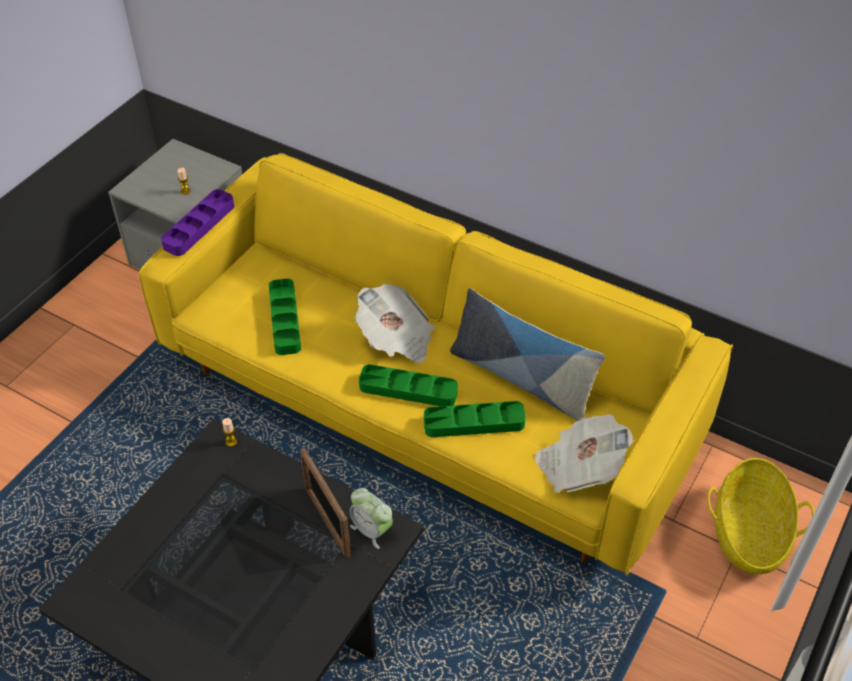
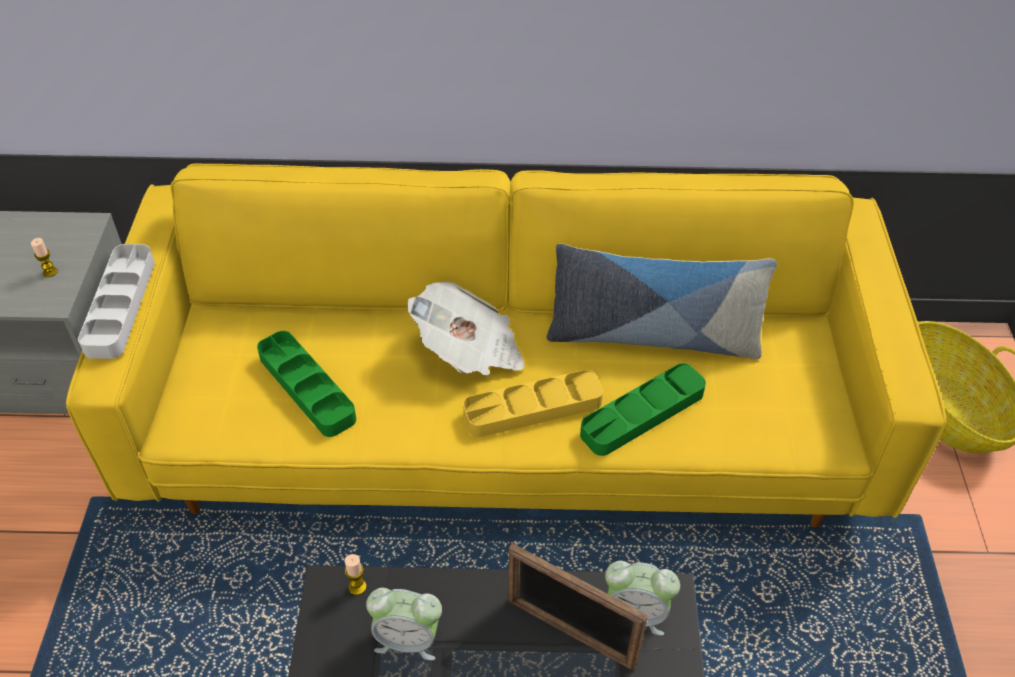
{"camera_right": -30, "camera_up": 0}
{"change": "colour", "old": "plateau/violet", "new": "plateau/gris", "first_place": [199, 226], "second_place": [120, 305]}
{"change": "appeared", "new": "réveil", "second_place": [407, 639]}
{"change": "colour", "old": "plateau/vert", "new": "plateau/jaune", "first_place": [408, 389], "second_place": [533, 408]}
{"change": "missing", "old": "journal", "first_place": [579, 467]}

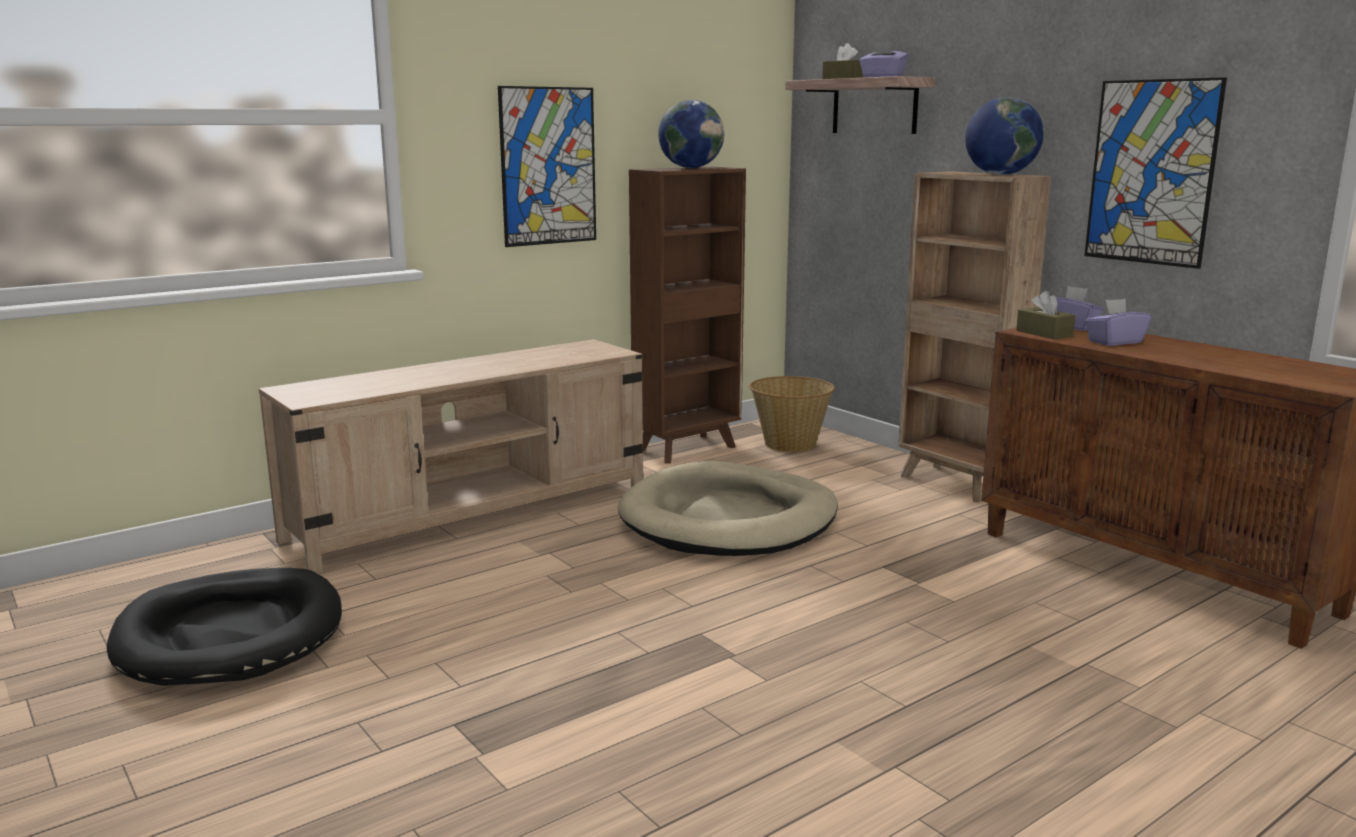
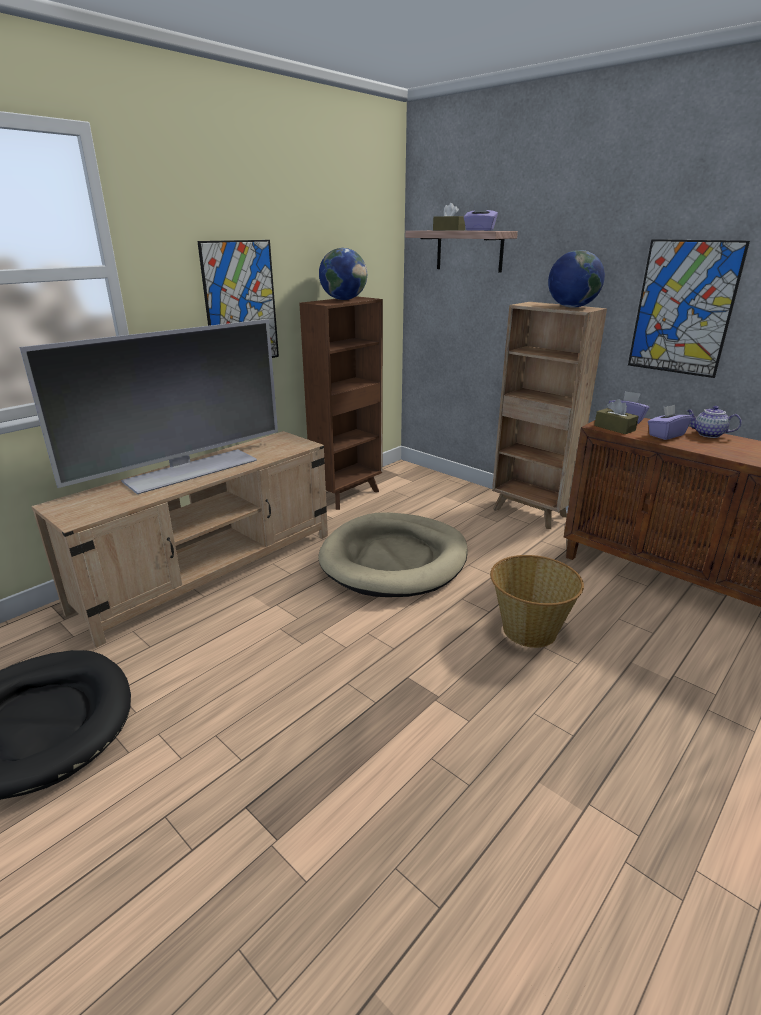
{"camera_right": -10, "camera_up": 10}
{"change": "appeared", "new": "téléviseur", "second_place": [190, 470]}
{"change": "relocated", "old": "panier", "first_place": [790, 444], "second_place": [529, 629]}
{"change": "appeared", "new": "théière", "second_place": [708, 434]}

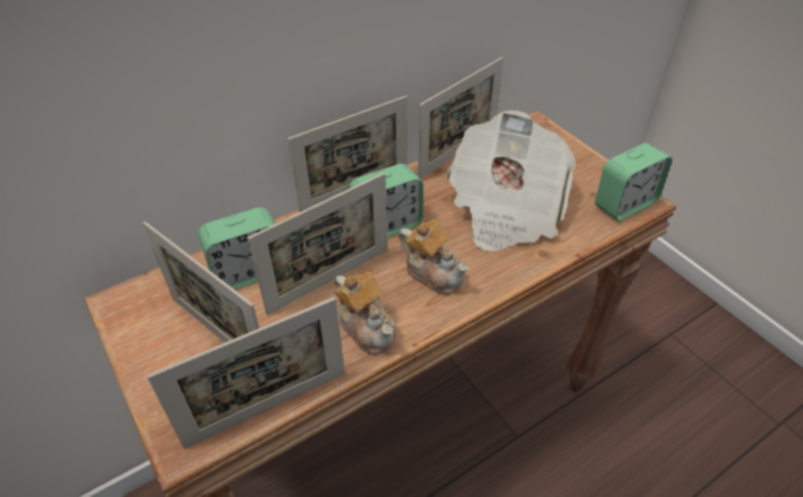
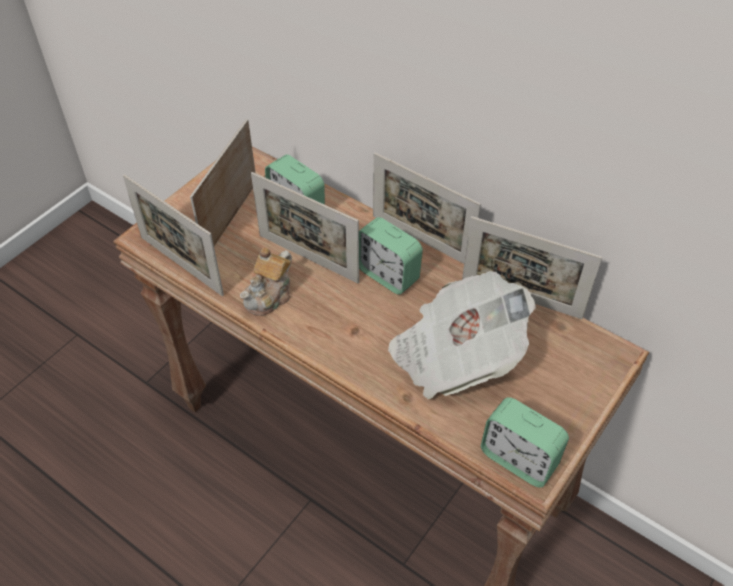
{"camera_right": 70, "camera_up": 5}
{"change": "missing", "old": "théière", "first_place": [433, 273]}

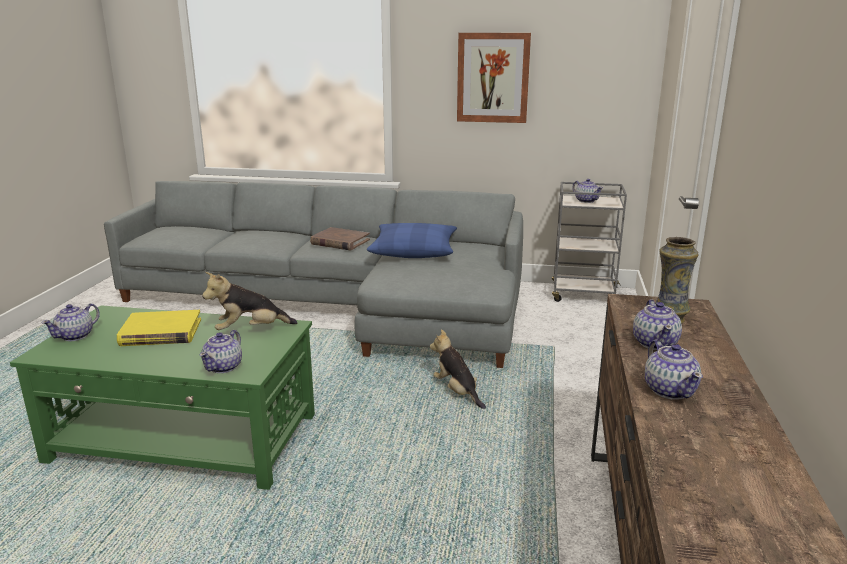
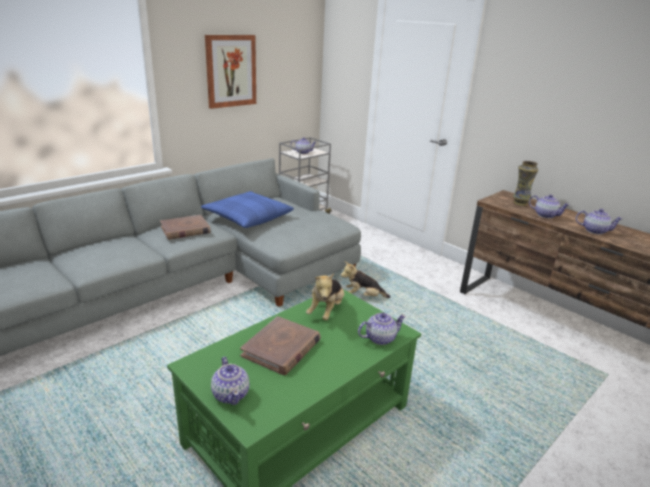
{"camera_right": -55, "camera_up": 5}
{"change": "colour", "old": "livre/jaune", "new": "livre/marron", "first_place": [161, 332], "second_place": [281, 348]}
{"change": "spun", "old": "théière", "first_place": [224, 367], "second_place": [379, 338], "degrees": -75}

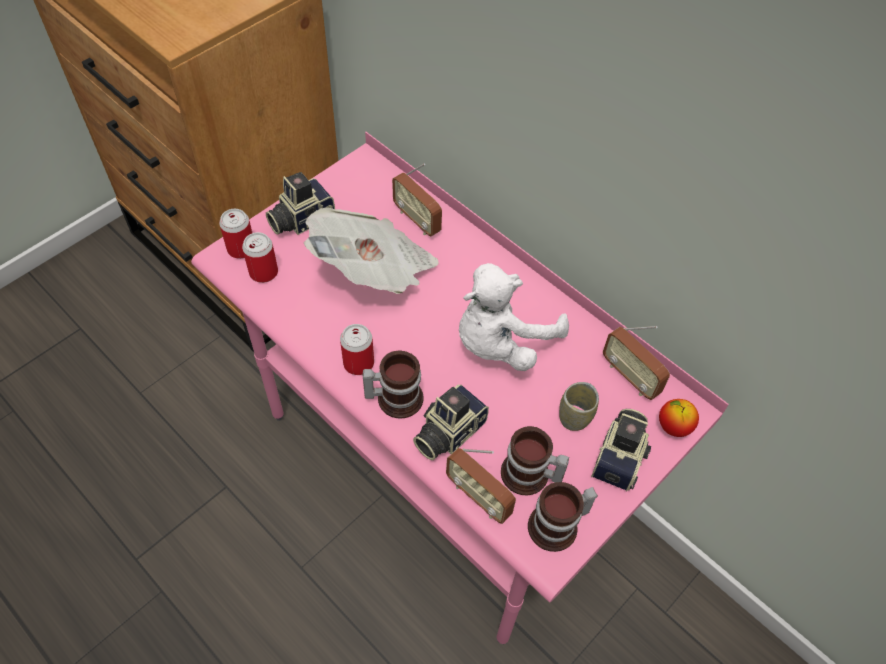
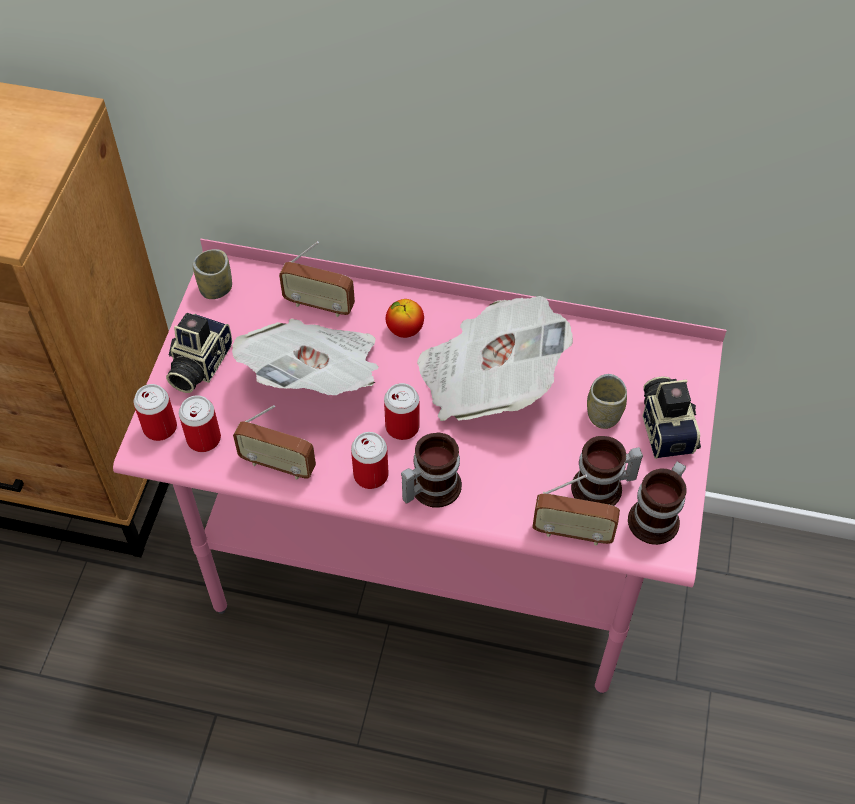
{"camera_right": -30, "camera_up": 0}
{"change": "appeared", "new": "tasse", "second_place": [216, 288]}
{"change": "relocated", "old": "radio", "first_place": [630, 377], "second_place": [278, 465]}
{"change": "appeared", "new": "boîte métallique", "second_place": [402, 426]}
{"change": "relocated", "old": "pomme", "first_place": [673, 426], "second_place": [405, 330]}
{"change": "exchanged", "old": "peluche/blanc", "new": "journal", "first_place": [501, 341], "second_place": [488, 381]}
{"change": "missing", "old": "appareil photo", "first_place": [447, 432]}

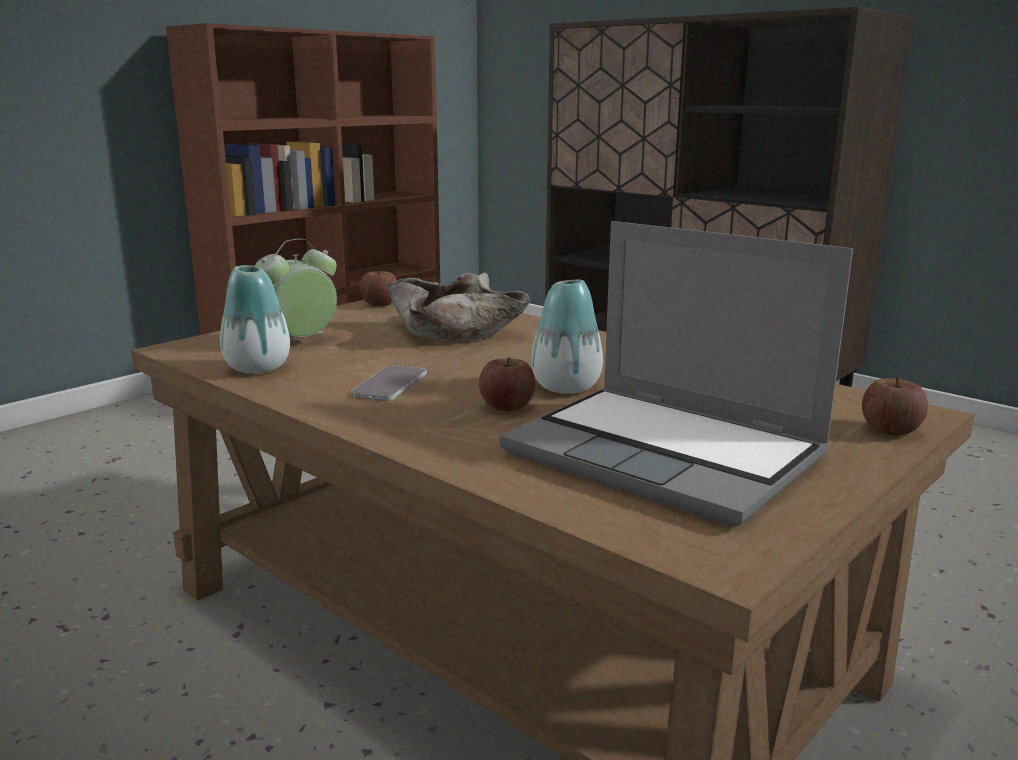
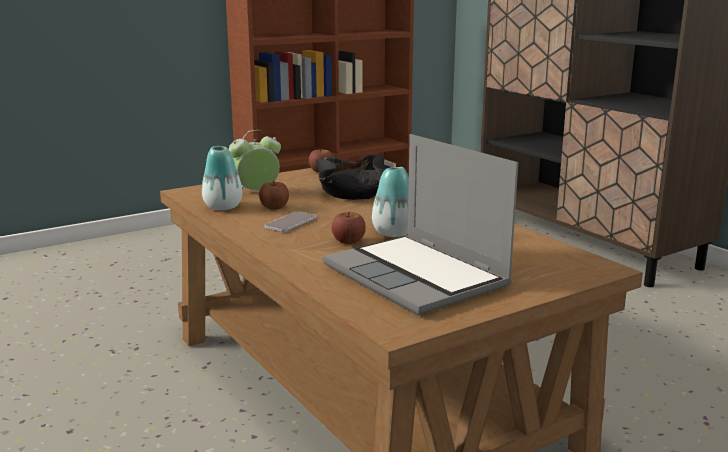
{"camera_right": 15, "camera_up": 0}
{"change": "relocated", "old": "pomme", "first_place": [890, 430], "second_place": [274, 207]}
{"change": "colour", "old": "bol/beige", "new": "bol/noir", "first_place": [457, 331], "second_place": [356, 192]}

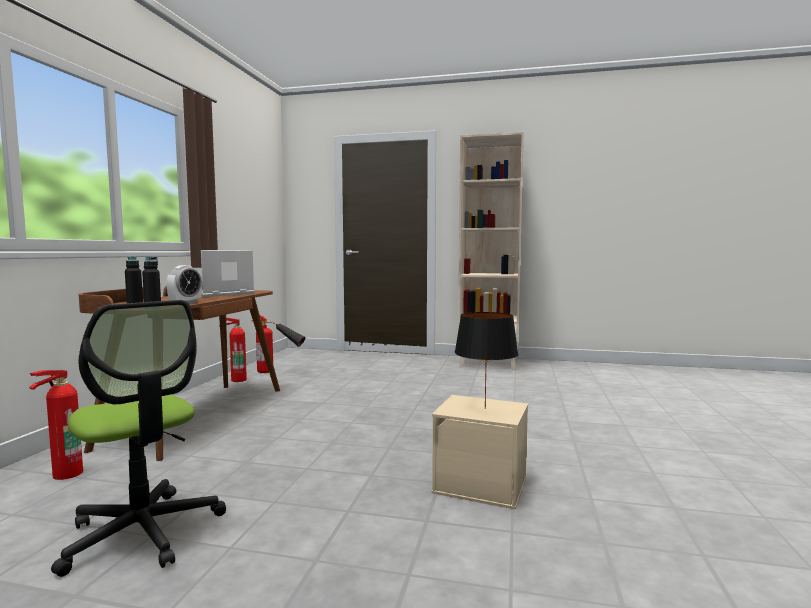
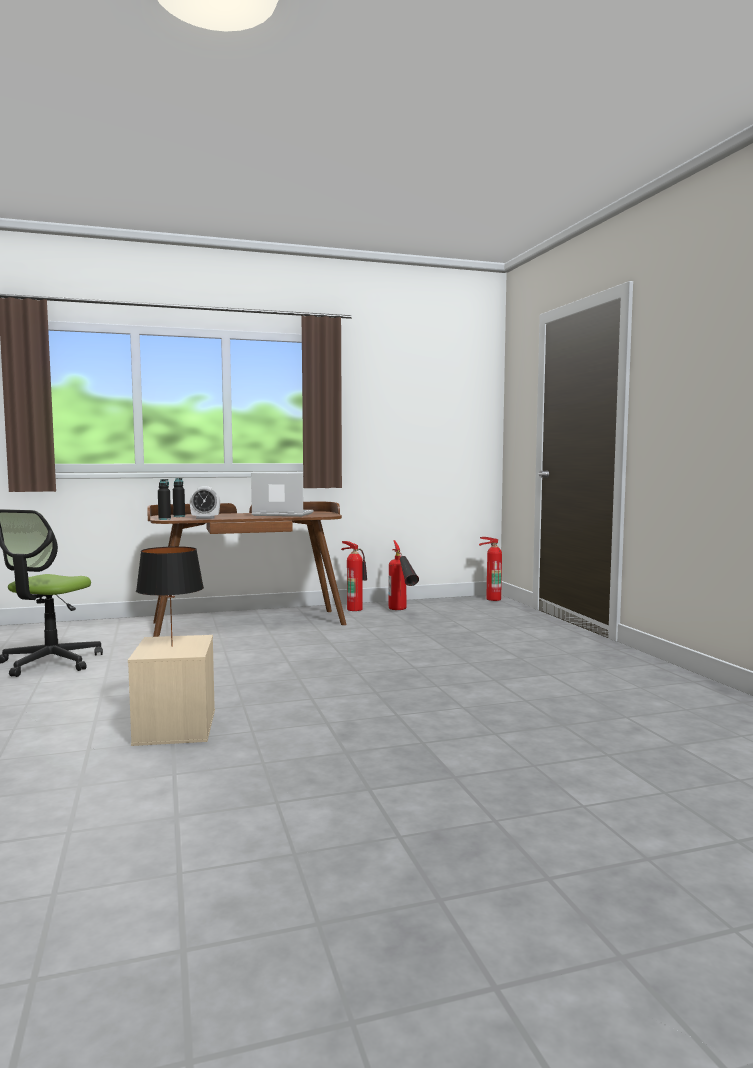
{"camera_right": 60, "camera_up": 0}
{"change": "relocated", "old": "extincteur", "first_place": [64, 474], "second_place": [492, 599]}
{"change": "missing", "old": "bibliothèque/beige", "first_place": [489, 363]}

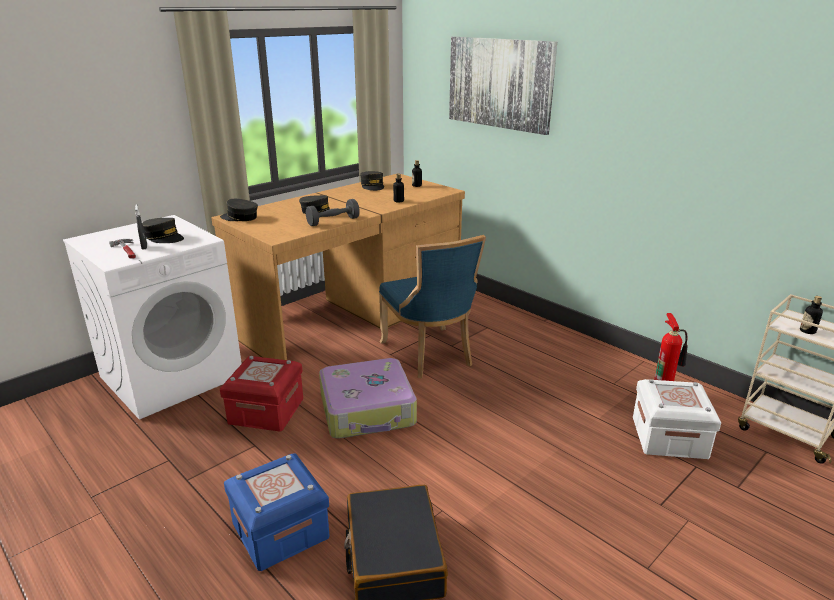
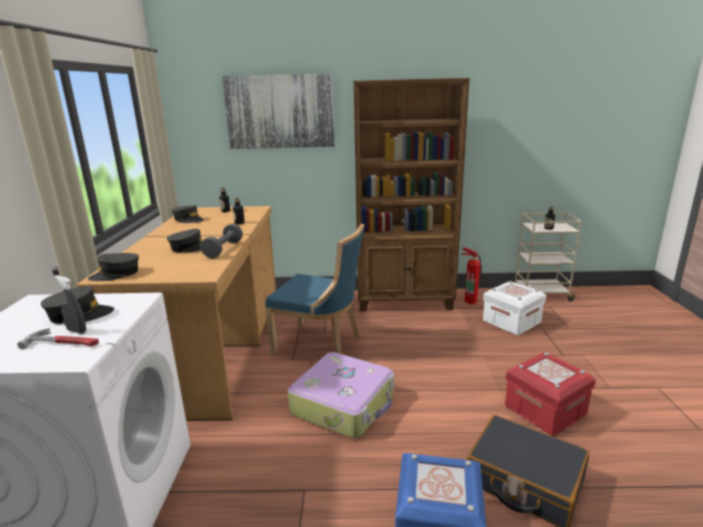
{"camera_right": -45, "camera_up": -5}
{"change": "appeared", "new": "bibliothèque/marron", "second_place": [405, 301]}
{"change": "relocated", "old": "boîte de rangement/rouge", "first_place": [266, 411], "second_place": [545, 410]}

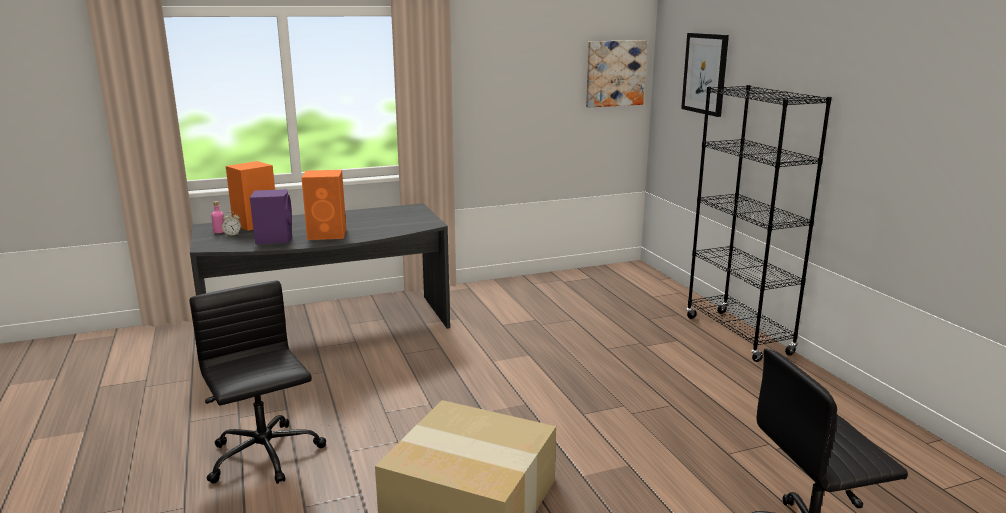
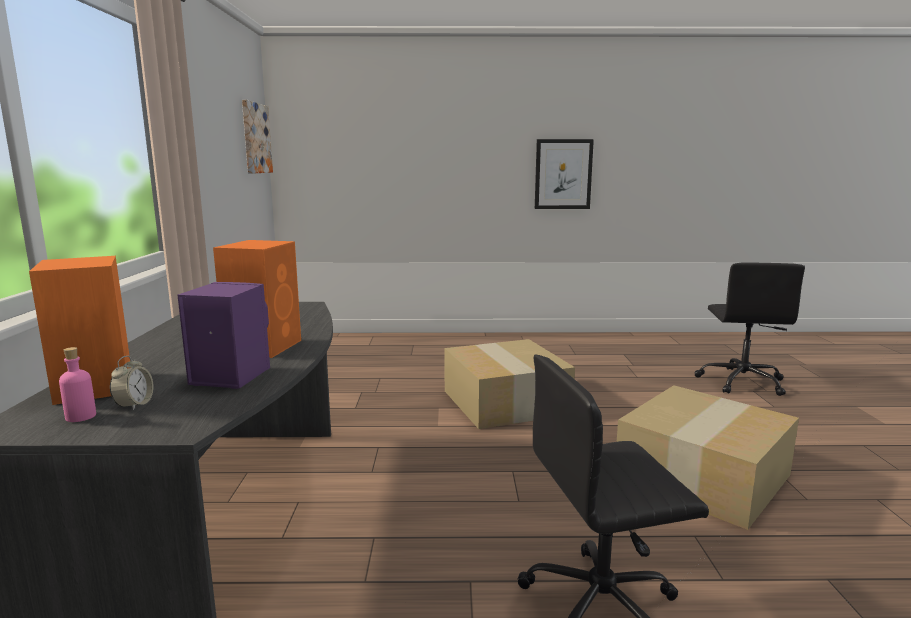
{"camera_right": -70, "camera_up": -5}
{"change": "appeared", "new": "carton", "second_place": [503, 401]}
{"change": "relocated", "old": "tableau", "first_place": [705, 73], "second_place": [563, 174]}
{"change": "missing", "old": "bibliothèque/noir", "first_place": [738, 336]}

